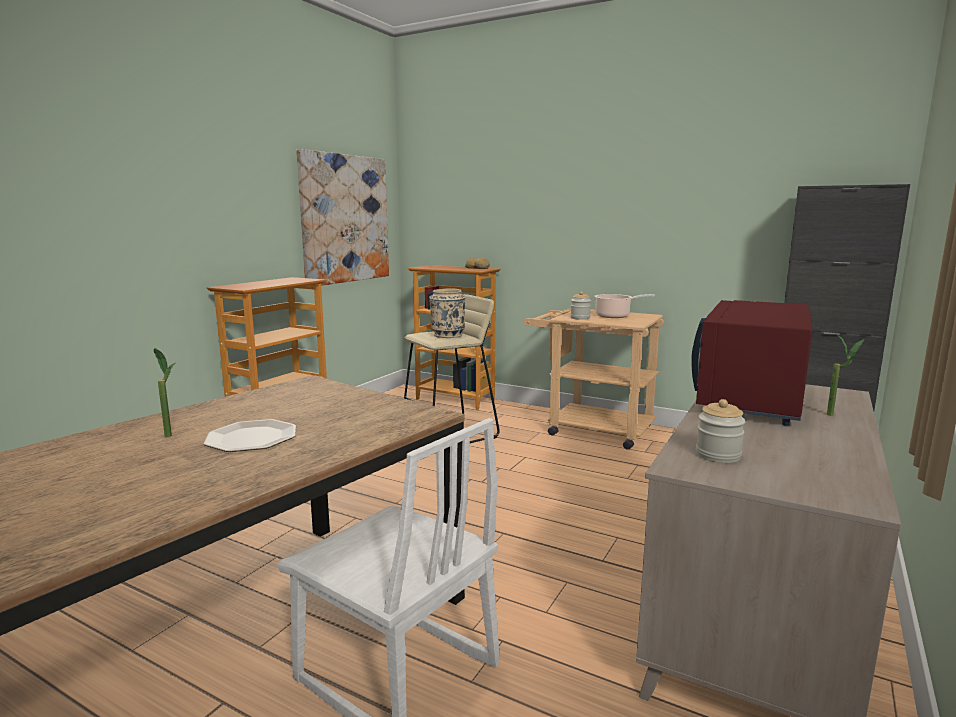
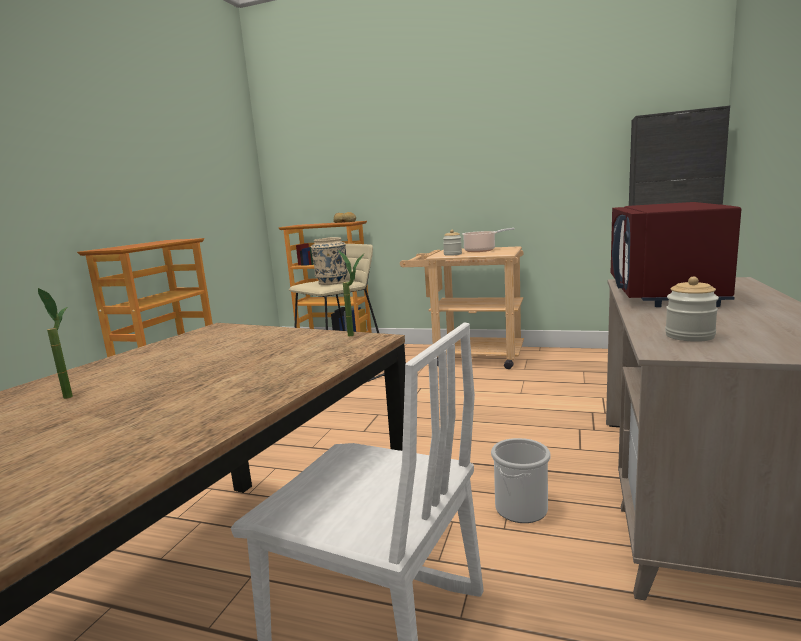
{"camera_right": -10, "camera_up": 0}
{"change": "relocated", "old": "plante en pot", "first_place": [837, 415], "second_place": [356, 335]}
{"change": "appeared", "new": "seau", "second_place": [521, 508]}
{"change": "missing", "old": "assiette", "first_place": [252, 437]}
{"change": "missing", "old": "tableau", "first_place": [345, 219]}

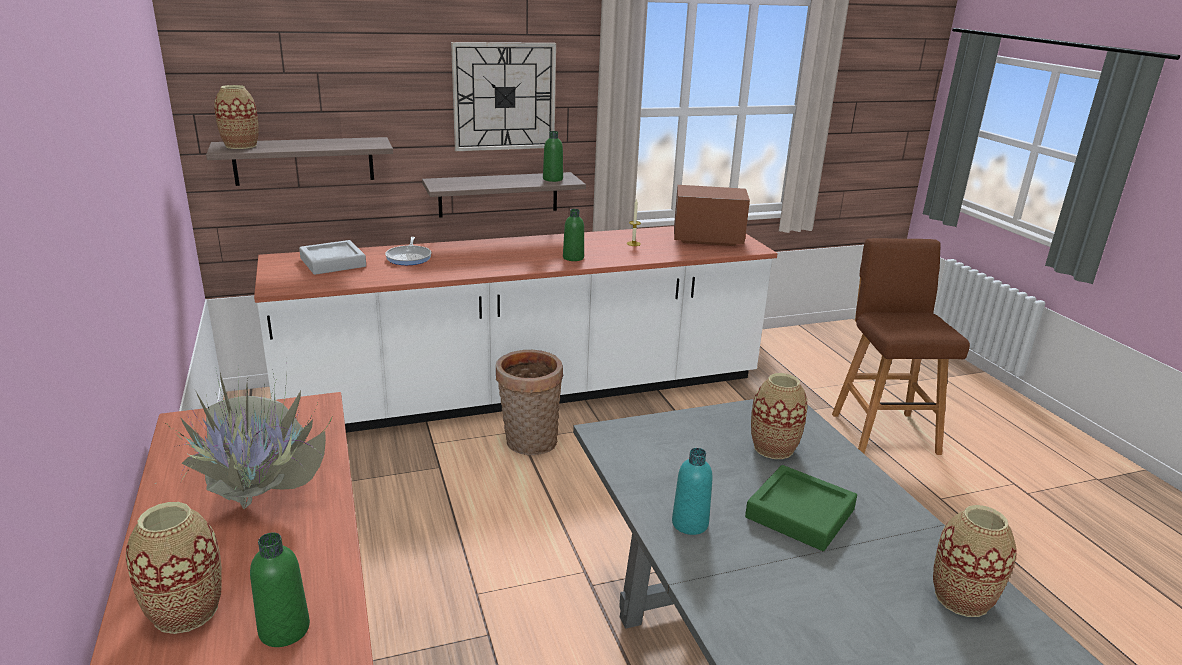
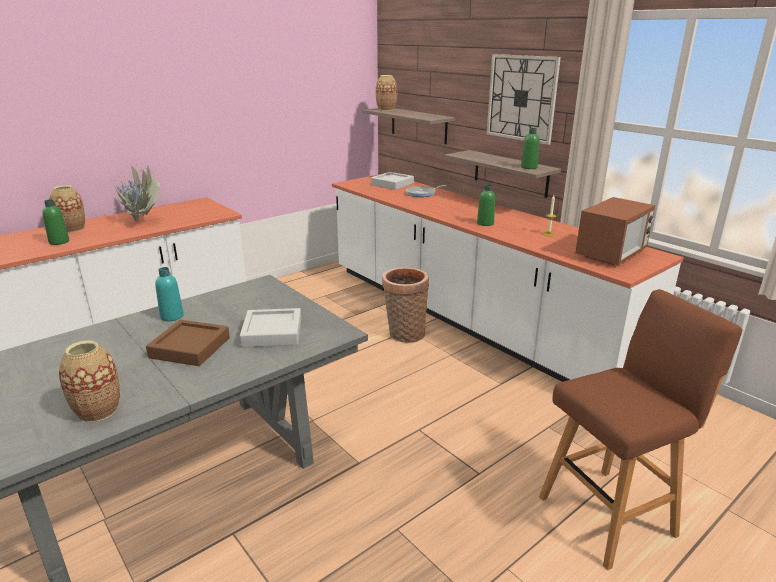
{"camera_right": 70, "camera_up": 0}
{"change": "colour", "old": "plateau/vert", "new": "plateau/marron", "first_place": [800, 514], "second_place": [190, 348]}
{"change": "exchanged", "old": "vase", "new": "plateau/gris", "first_place": [773, 448], "second_place": [272, 333]}
{"change": "spun", "old": "micro-ondes", "first_place": [707, 239], "second_place": [611, 254], "degrees": 60}

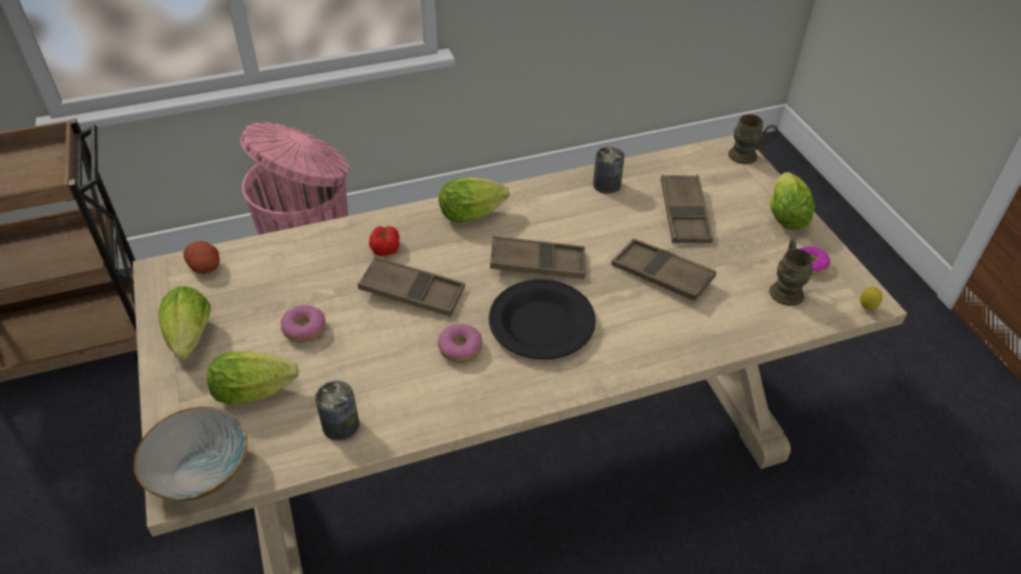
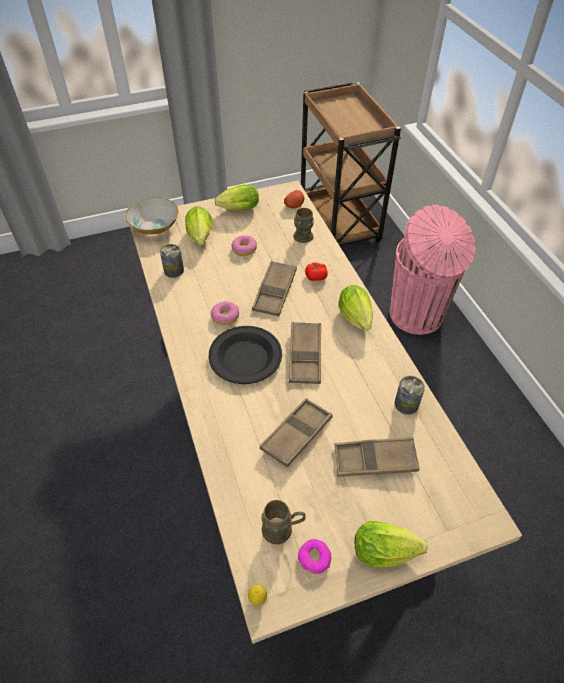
{"camera_right": 90, "camera_up": 5}
{"change": "relocated", "old": "mug/marron", "first_place": [748, 156], "second_place": [302, 238]}

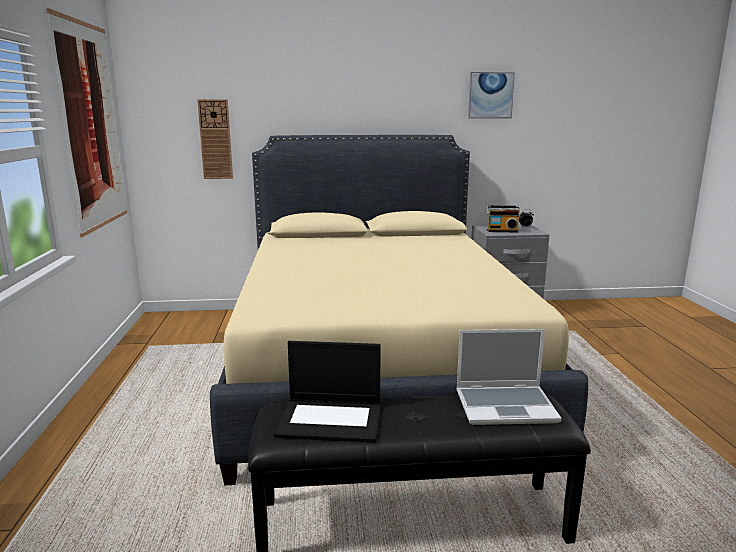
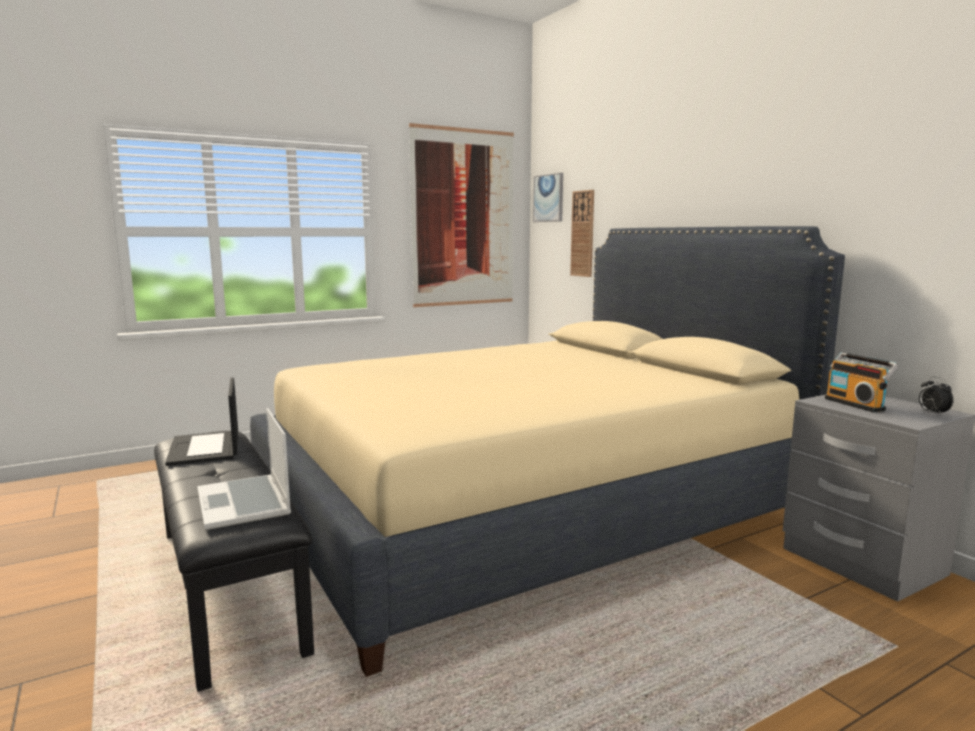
{"camera_right": 65, "camera_up": -5}
{"change": "relocated", "old": "tableau", "first_place": [490, 95], "second_place": [549, 198]}

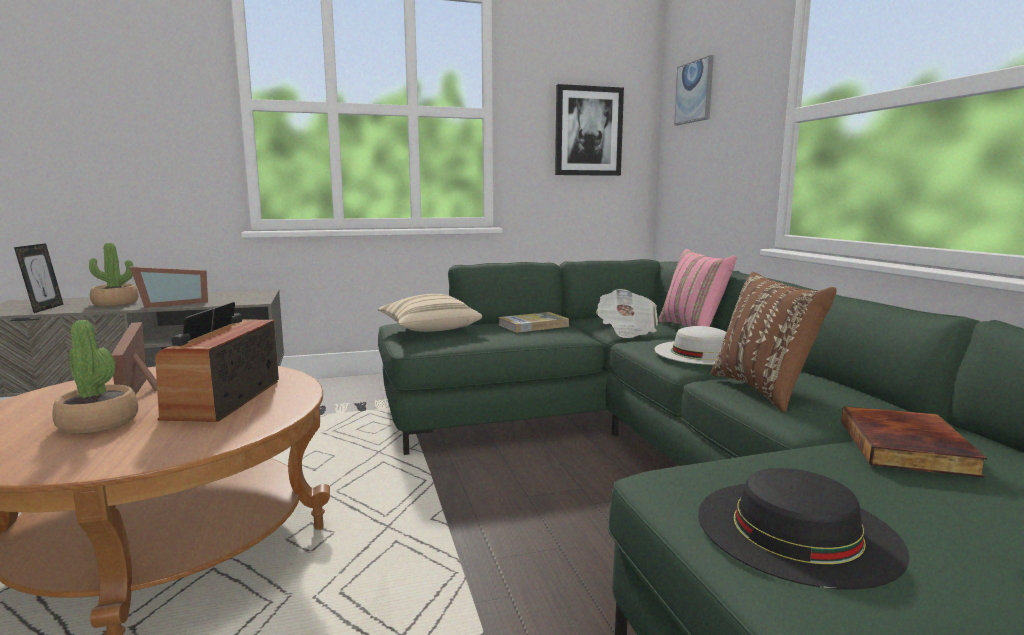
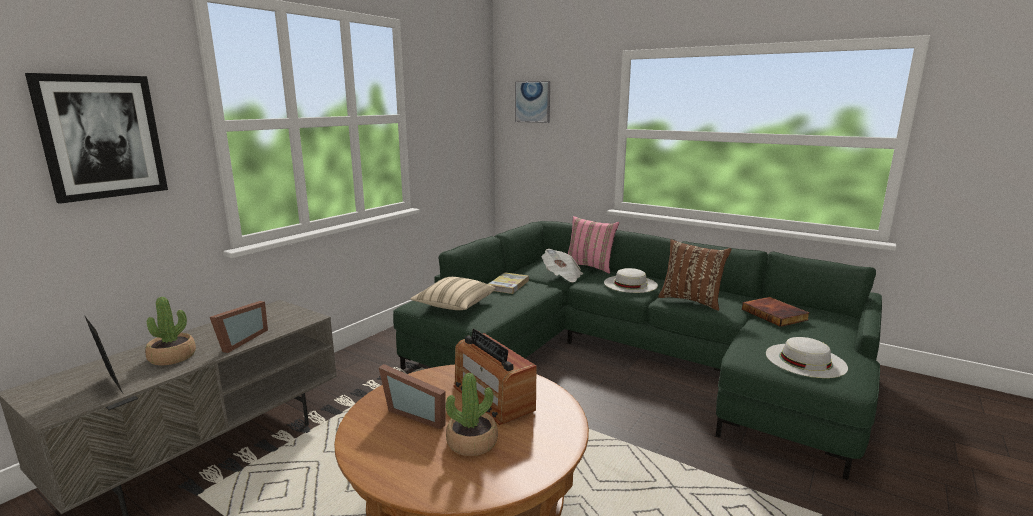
{"camera_right": -40, "camera_up": 5}
{"change": "relocated", "old": "tableau", "first_place": [588, 131], "second_place": [102, 137]}
{"change": "colour", "old": "chapeau/noir", "new": "chapeau/blanc", "first_place": [796, 529], "second_place": [805, 360]}

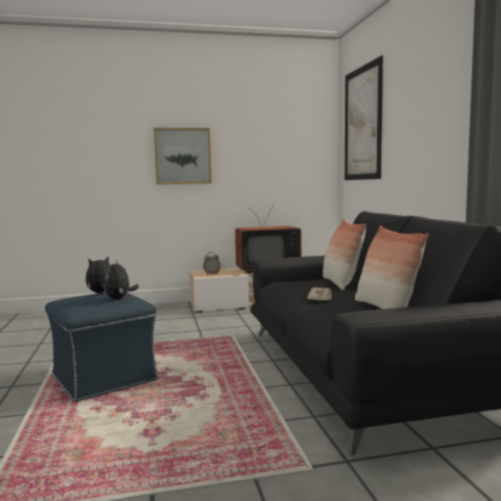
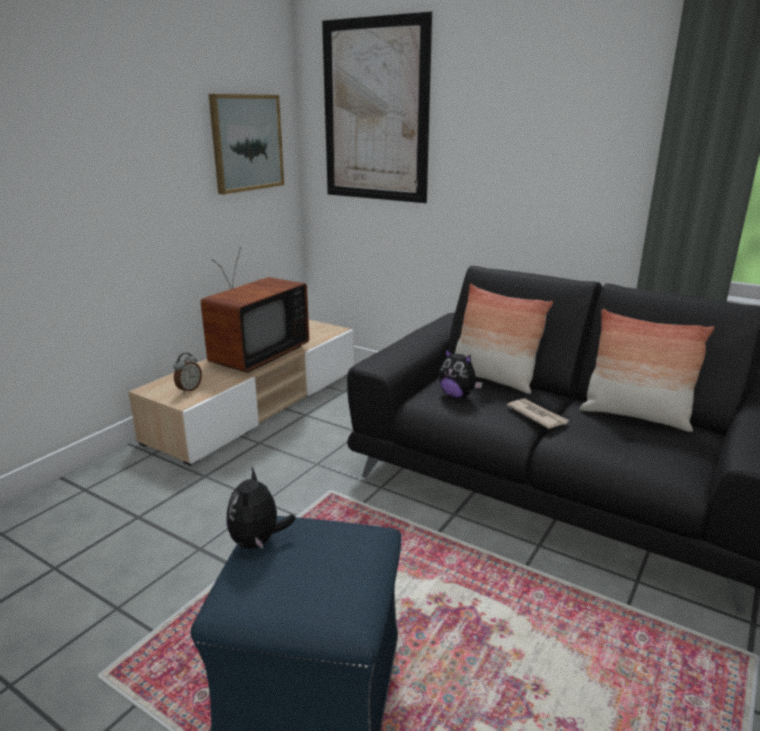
{"camera_right": -45, "camera_up": 15}
{"change": "relocated", "old": "tableau", "first_place": [182, 156], "second_place": [246, 143]}
{"change": "relocated", "old": "peluche", "first_place": [119, 299], "second_place": [457, 395]}

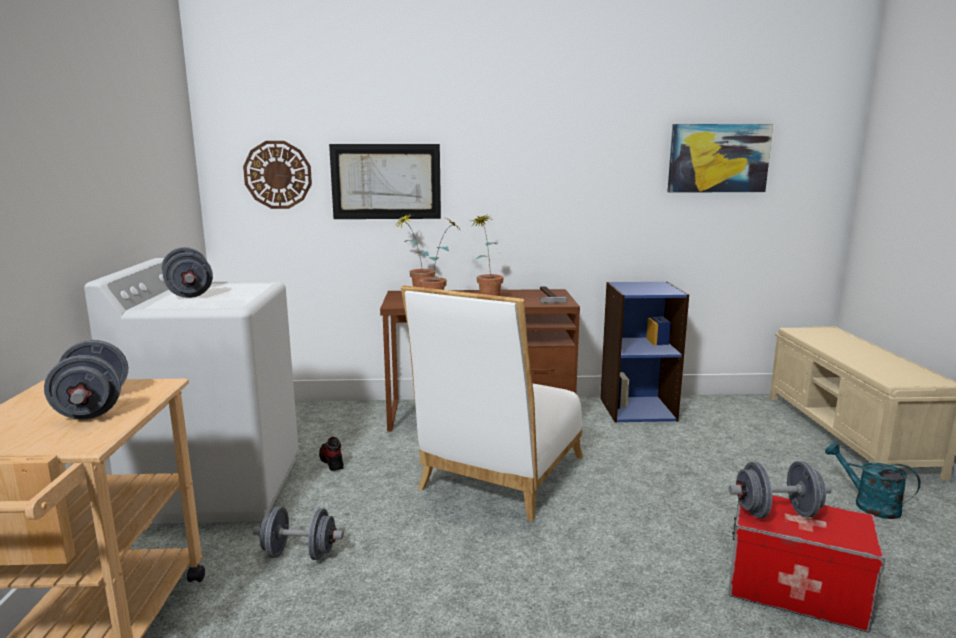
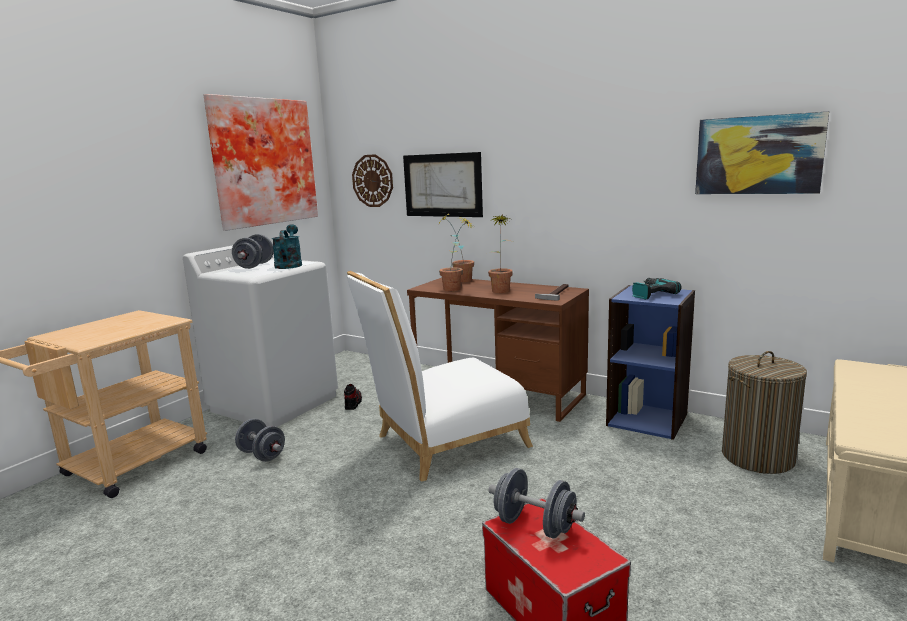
{"camera_right": 35, "camera_up": 0}
{"change": "appeared", "new": "tableau", "second_place": [262, 162]}
{"change": "relocated", "old": "arrosoir/turquoise", "first_place": [868, 504], "second_place": [289, 265]}
{"change": "appeared", "new": "perceuse", "second_place": [650, 294]}
{"change": "appeared", "new": "panier à linge", "second_place": [757, 457]}
{"change": "missing", "old": "haltère/gris", "first_place": [93, 407]}

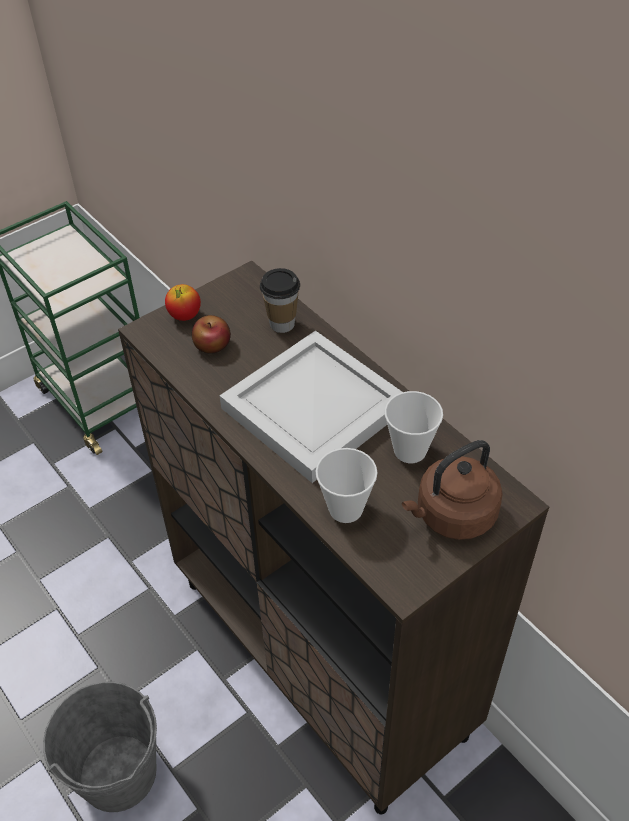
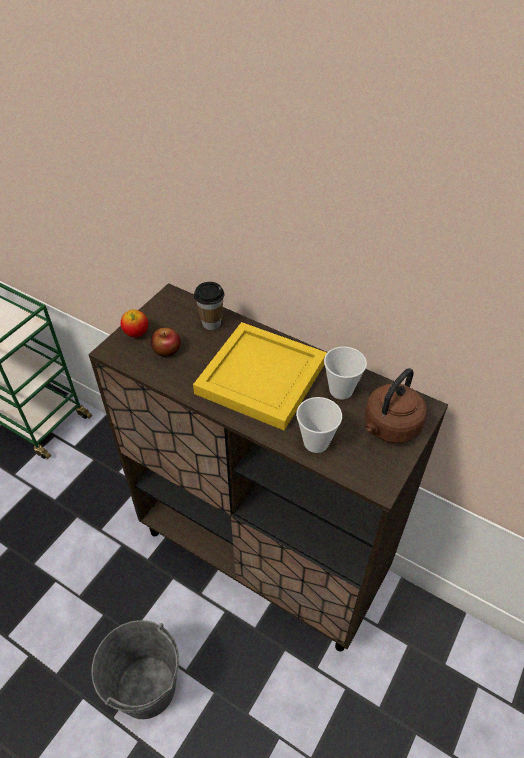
{"camera_right": -20, "camera_up": 0}
{"change": "colour", "old": "plateau/blanc", "new": "plateau/jaune", "first_place": [314, 406], "second_place": [260, 376]}

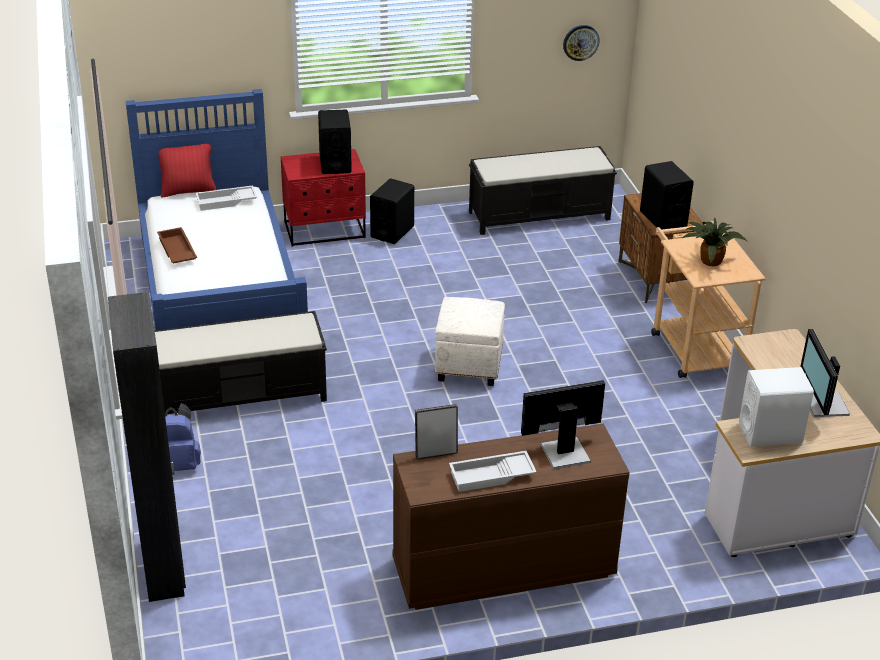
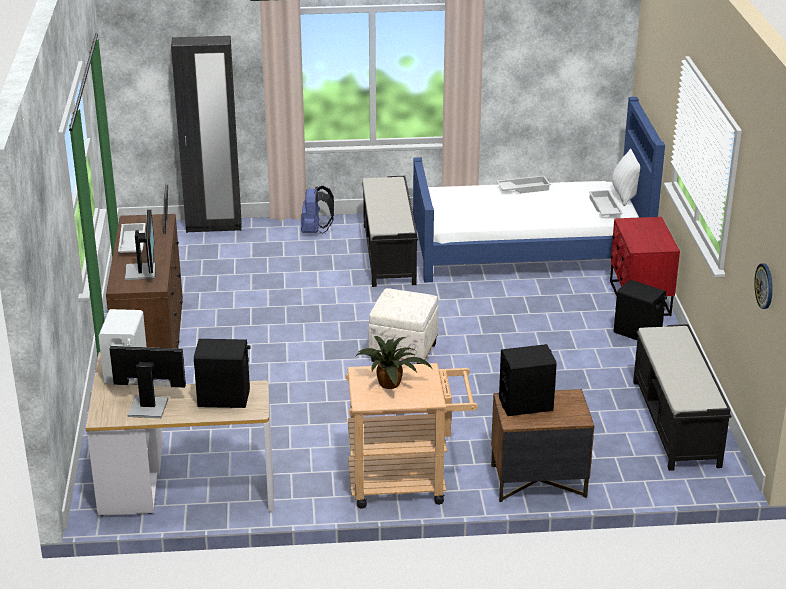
{"camera_right": 100, "camera_up": -5}
{"change": "relocated", "old": "enceinte/noir", "first_place": [335, 164], "second_place": [224, 398]}
{"change": "colour", "old": "plateau/marron", "new": "plateau/blanc", "first_place": [176, 251], "second_place": [523, 188]}
{"change": "colour", "old": "coussin/rouge", "new": "coussin/blanc", "first_place": [188, 191], "second_place": [626, 195]}

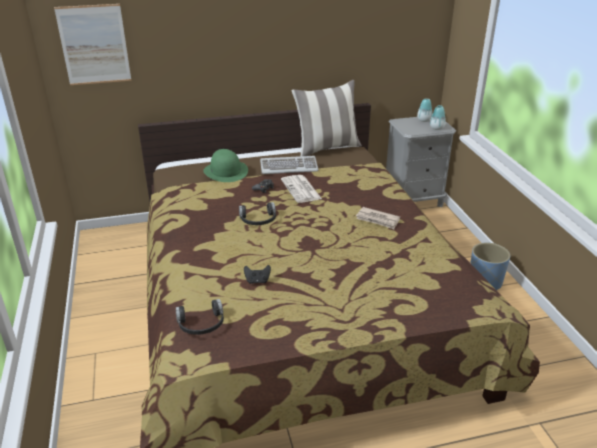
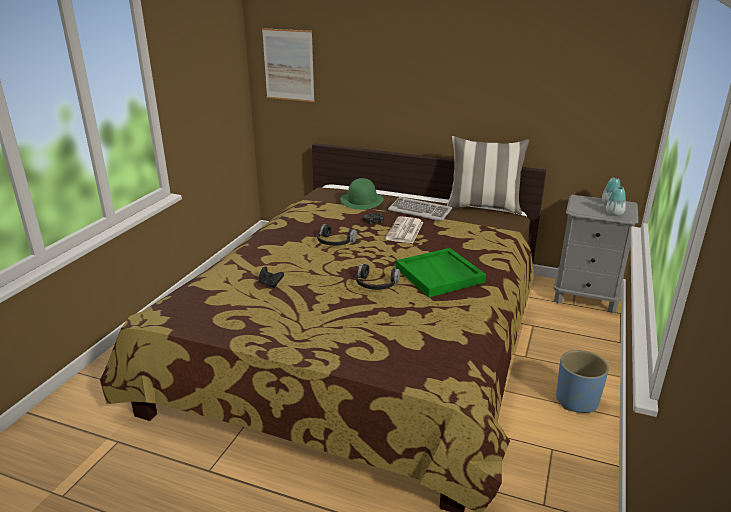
{"camera_right": 35, "camera_up": -5}
{"change": "relocated", "old": "casque audio/noir", "first_place": [201, 325], "second_place": [376, 285]}
{"change": "exchanged", "old": "journal", "new": "plateau/vert", "first_place": [377, 220], "second_place": [440, 275]}

